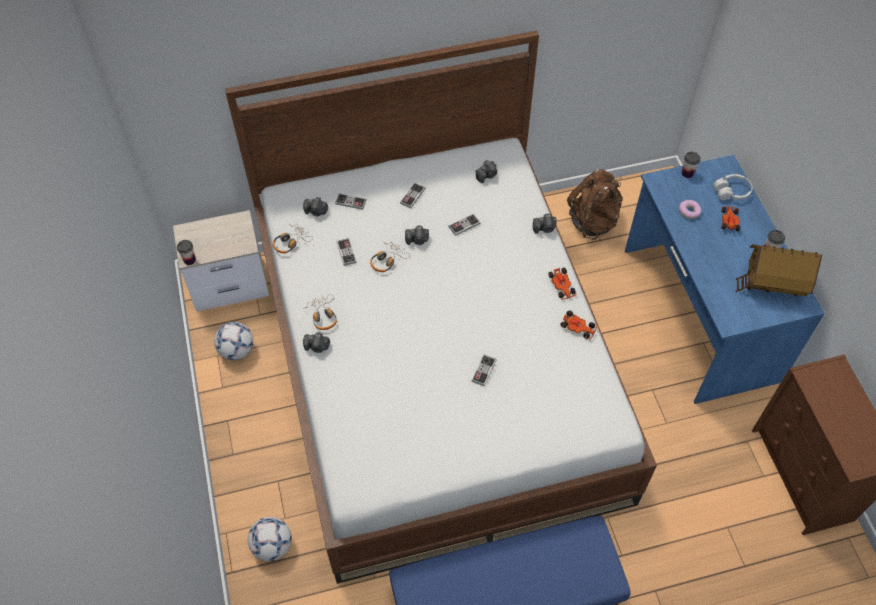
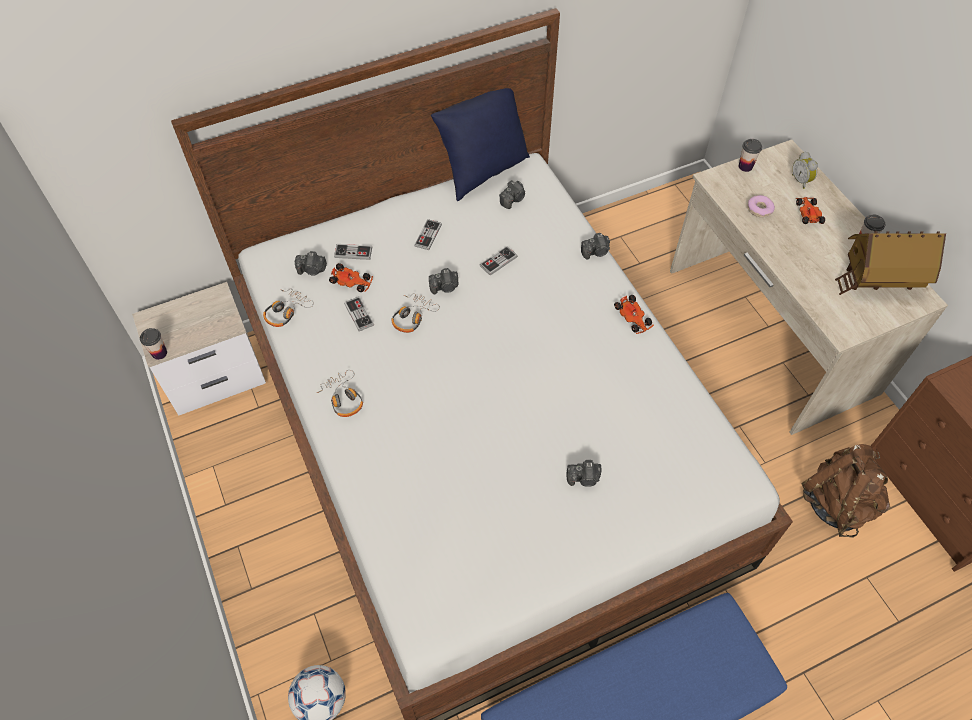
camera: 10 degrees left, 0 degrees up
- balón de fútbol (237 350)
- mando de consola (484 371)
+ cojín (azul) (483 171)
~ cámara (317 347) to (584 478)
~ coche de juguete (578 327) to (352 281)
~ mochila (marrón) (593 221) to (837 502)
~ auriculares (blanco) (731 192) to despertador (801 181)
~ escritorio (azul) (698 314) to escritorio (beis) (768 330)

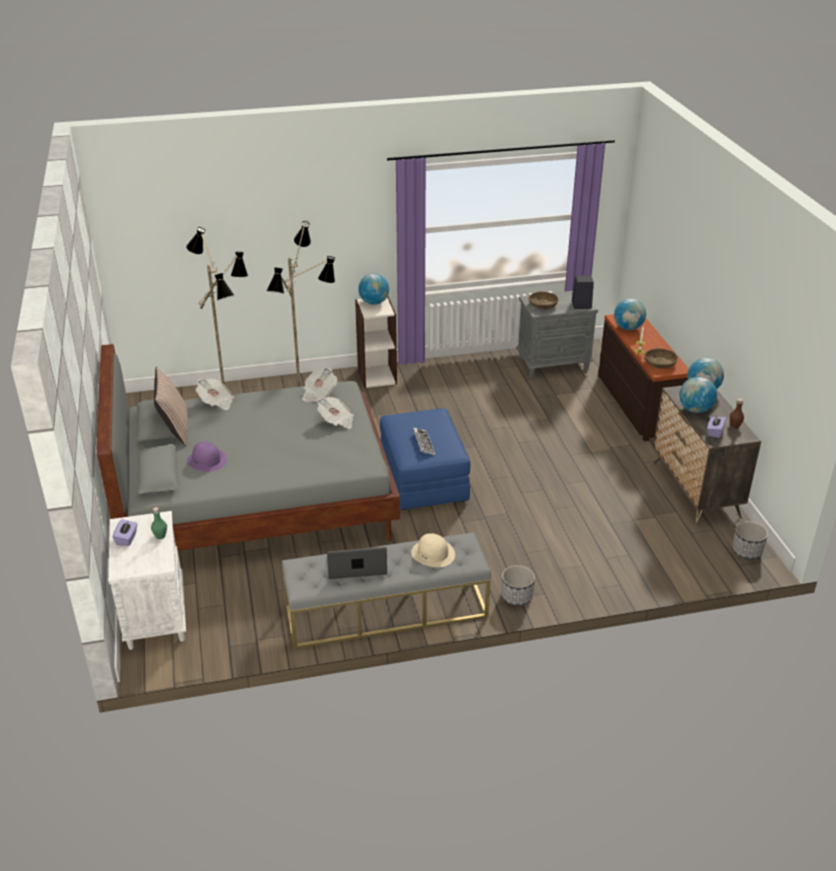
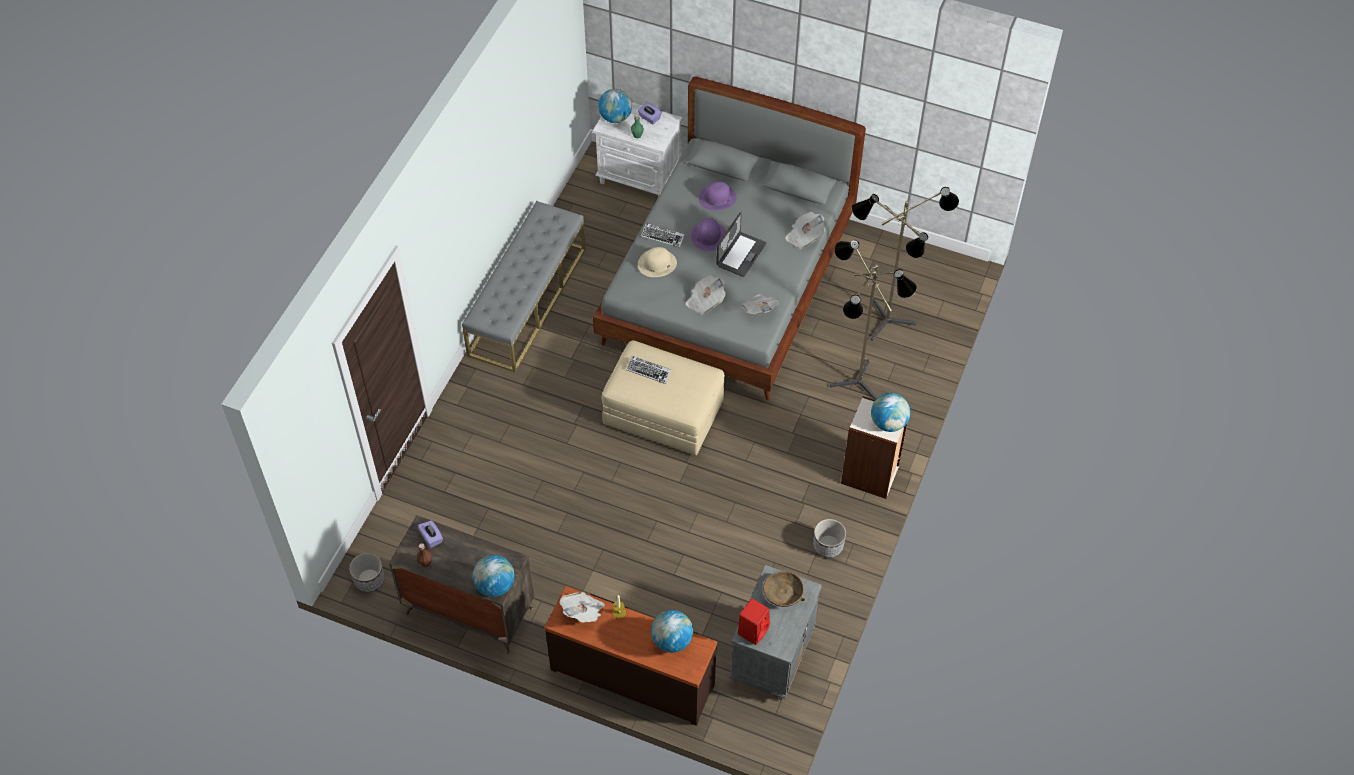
camera: 125 degrees right, 20 degrees up
- cojín (175 430)
+ teclado (662 237)
+ sombrero (morado) (708 236)
~ portátil (356 567) to (740 254)
~ sombrero (beis) (433 553) to (657 264)
~ maceta (516 596) to (828 546)
~ globo terráqueo (695 410) to (615 117)
~ cuenco (marrón) (660 363) to periódico (583 612)
~ puf (azul) (423 478) to puf (beis) (664 413)
~ altavoz (negro) (580 305) to altavoz (rojo) (753 630)

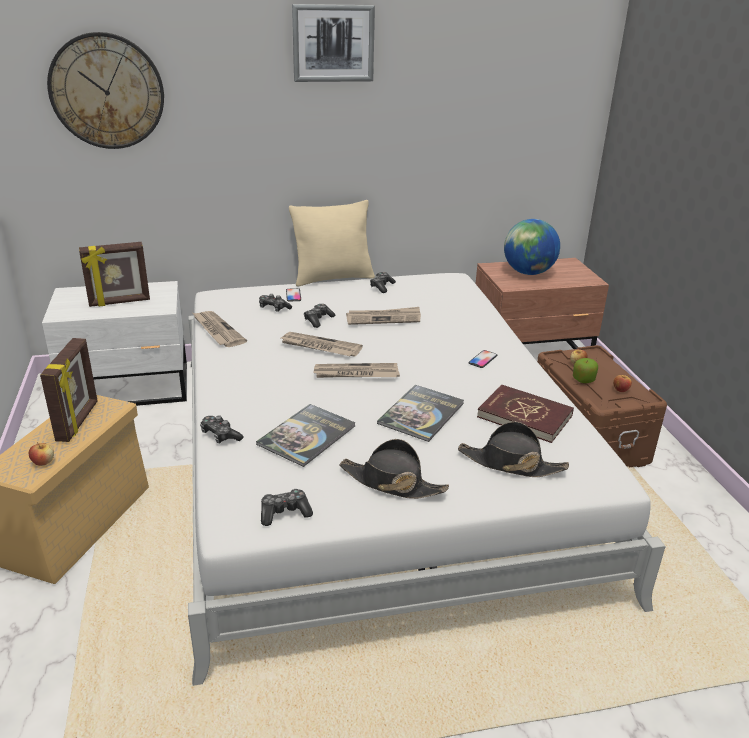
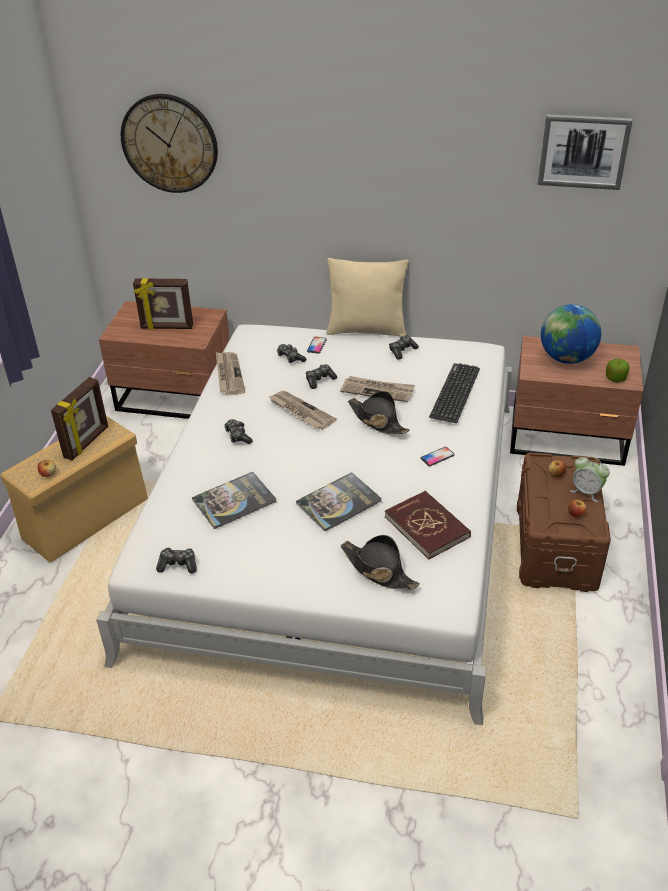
camera: 25 degrees right, 10 degrees up
- periódico (356 374)
+ teclado (455 393)
+ despertador (586 492)
~ mando de consola (220 435) to (238 436)
~ cuadro (333 43) to (583 151)
~ sombrero (negro) (391 483) to (377 420)
~ manzana (583 379) to (615 378)
~ mesita de noche (blanco) (130 388) to mesita de noche (marrón) (176 398)

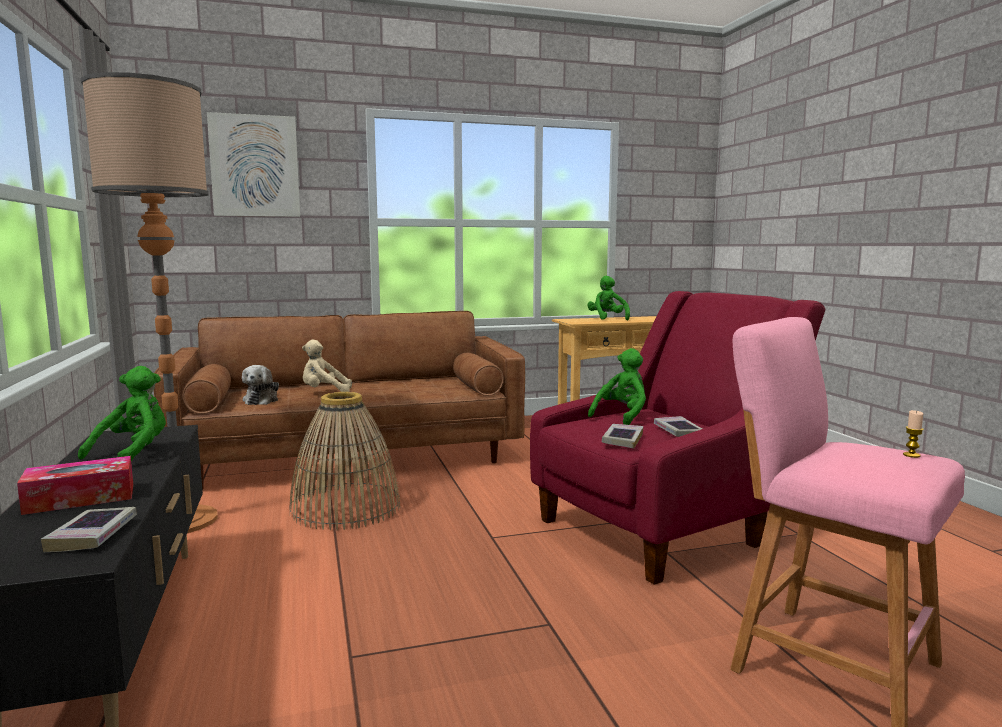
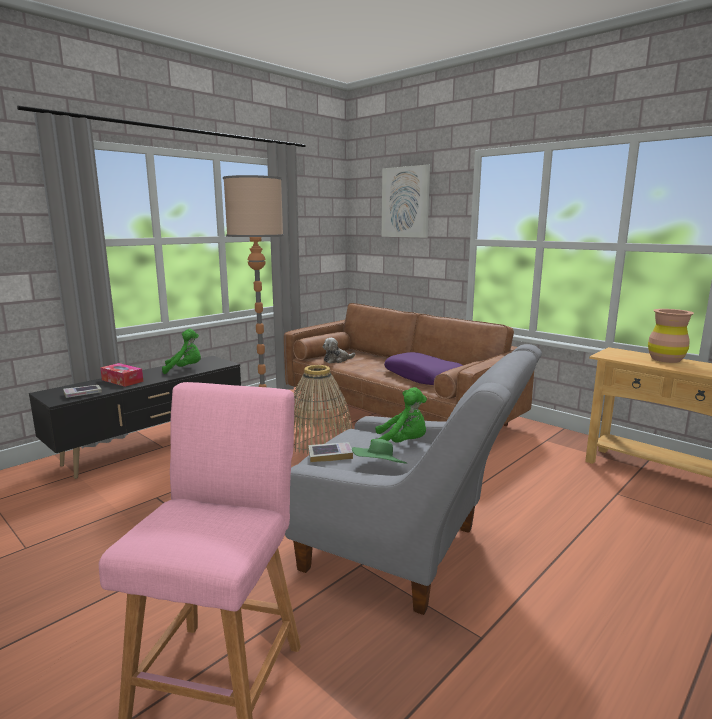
camera: 60 degrees right, 5 degrees up
- peluche (beis) (324 392)
- vela (911 455)
+ cojín (morado) (424 377)
~ peluche (verde) (607 318) to florero (marrón) (665 359)
~ libro (678 431) to sombrero (verde) (379 470)
~ sillón (rojo) (662 528) to sillón (gris) (406 553)

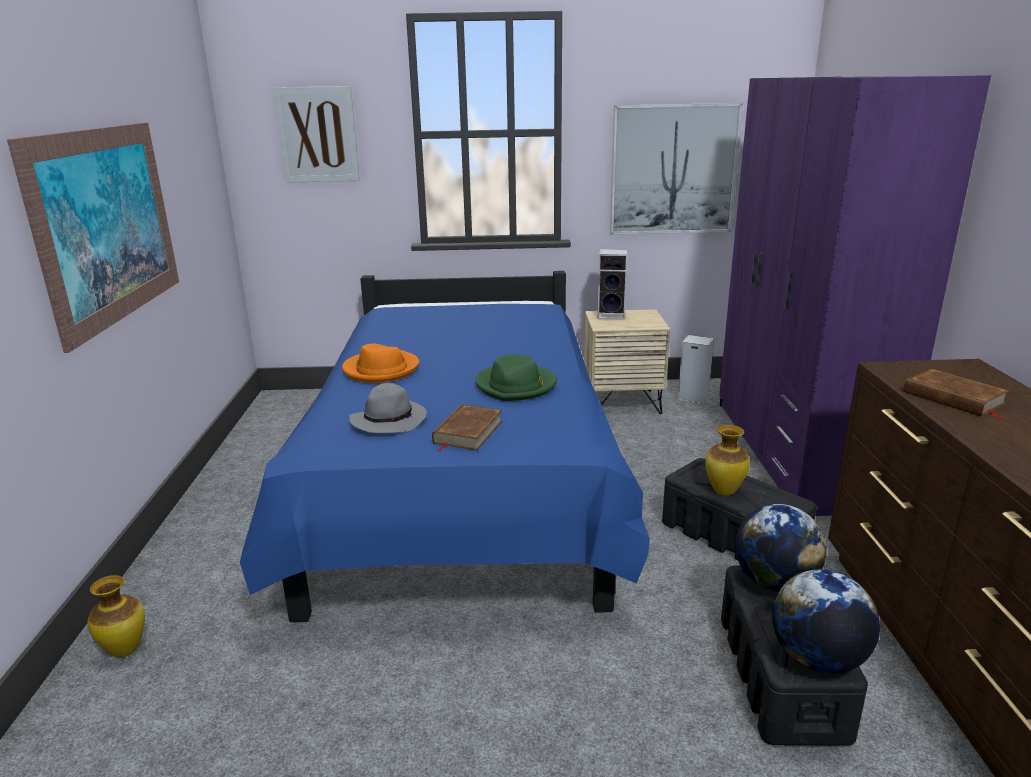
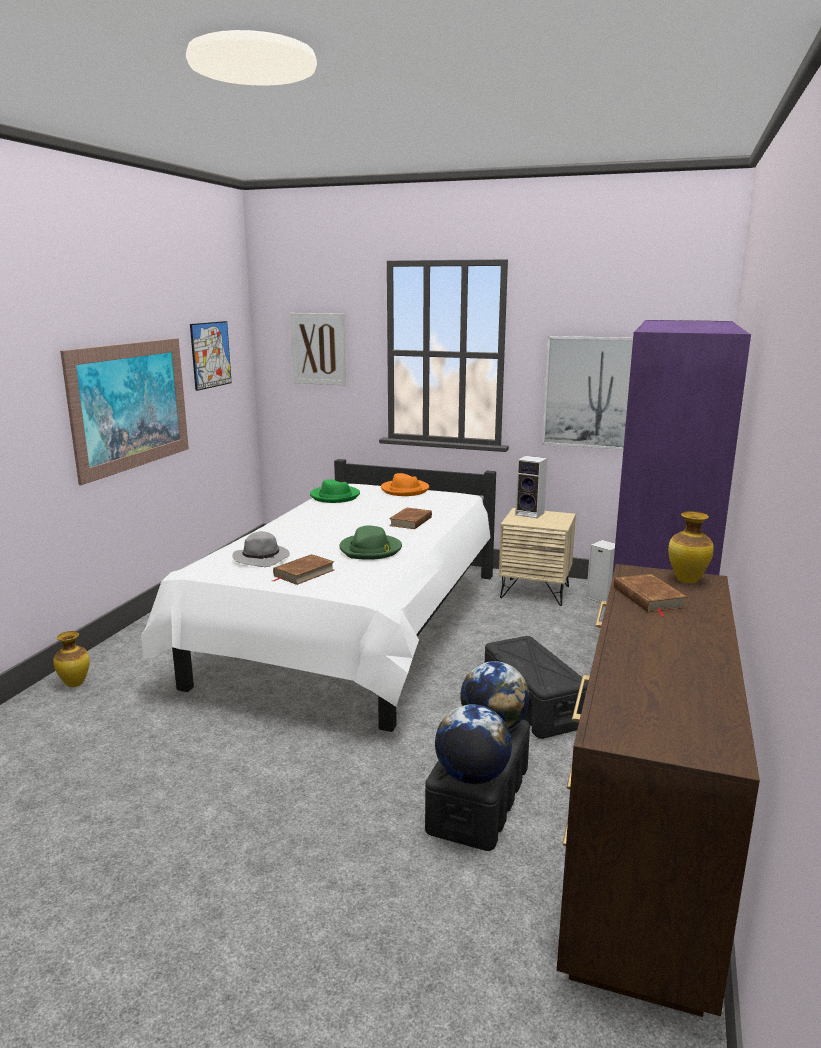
camera: 20 degrees right, 5 degrees down
+ cuadro (211 355)
+ sombrero (verde) (335 496)
+ libro (marrón) (411 521)
~ sombrero (naranja) (381 370) to (405 490)
~ florero (723 491) to (686 580)
~ cama (azul) (462 486) to cama (blanco) (354 630)

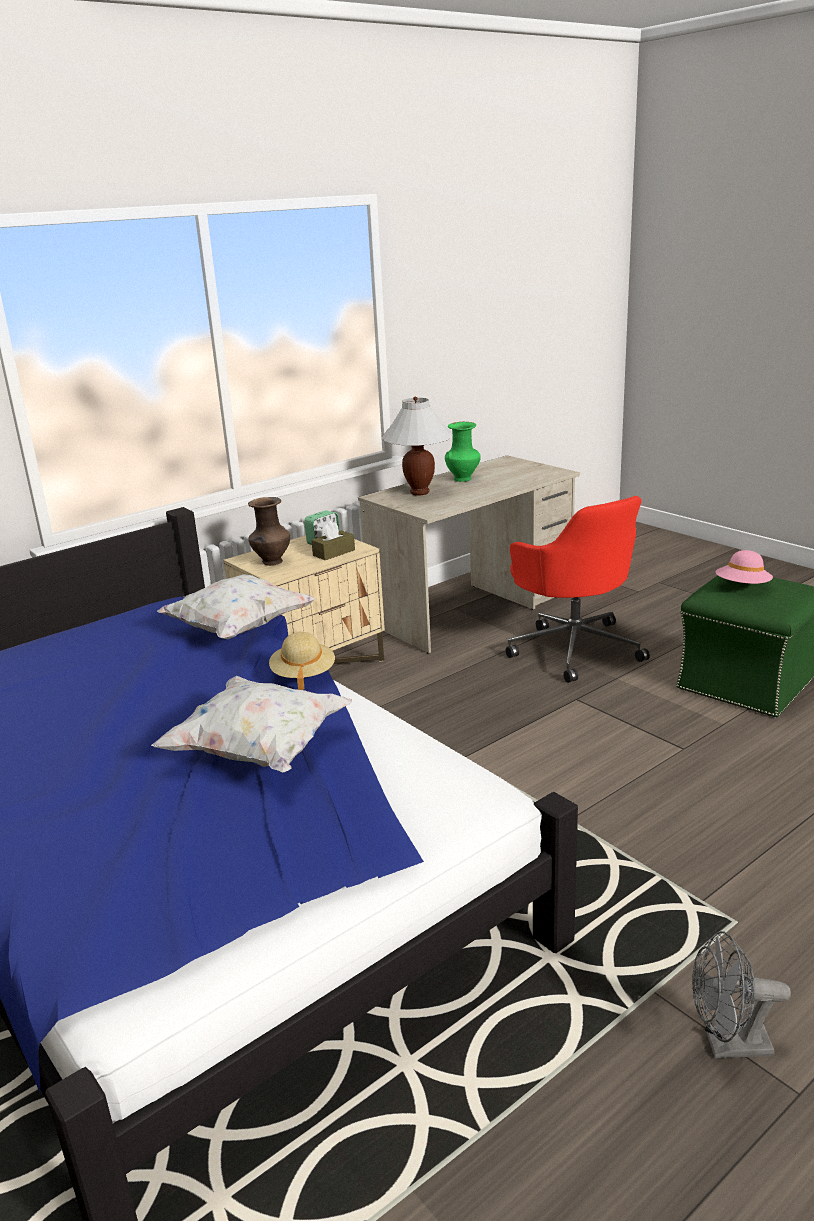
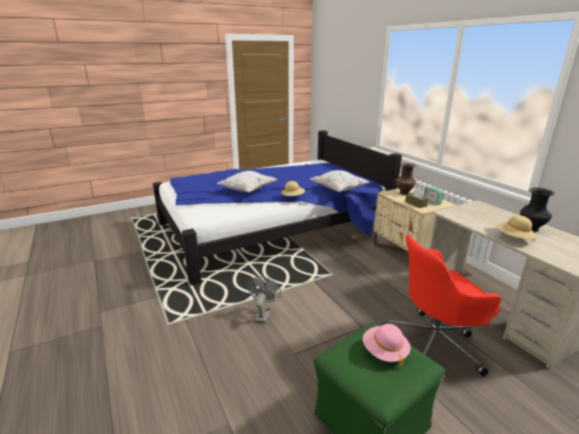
camera: 100 degrees right, 0 degrees up
- lámpara de mesa (blanco) (419 493)
+ sombrero (beis) (514 238)
~ ventilador (gris) (728 1045) to (263 314)
~ florero (verde) (463 479) to florero (negro) (531 229)

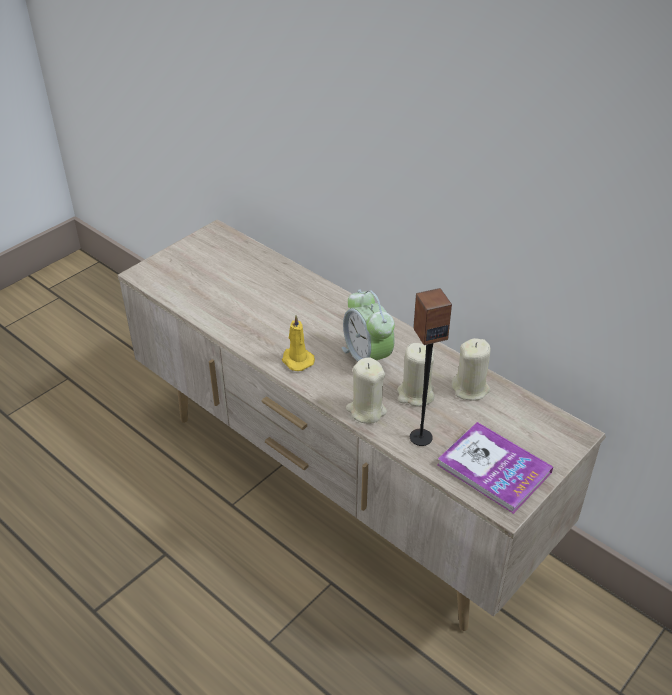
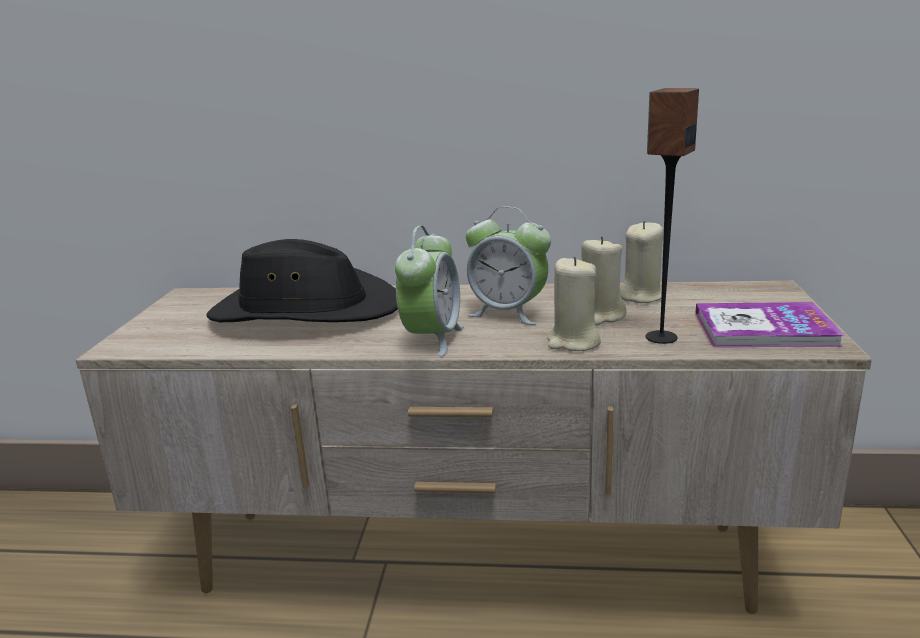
camera: 35 degrees left, 20 degrees down
+ sombrero (negro) (305 311)
~ vela (amarillo) (296 360) to despertador (432 339)

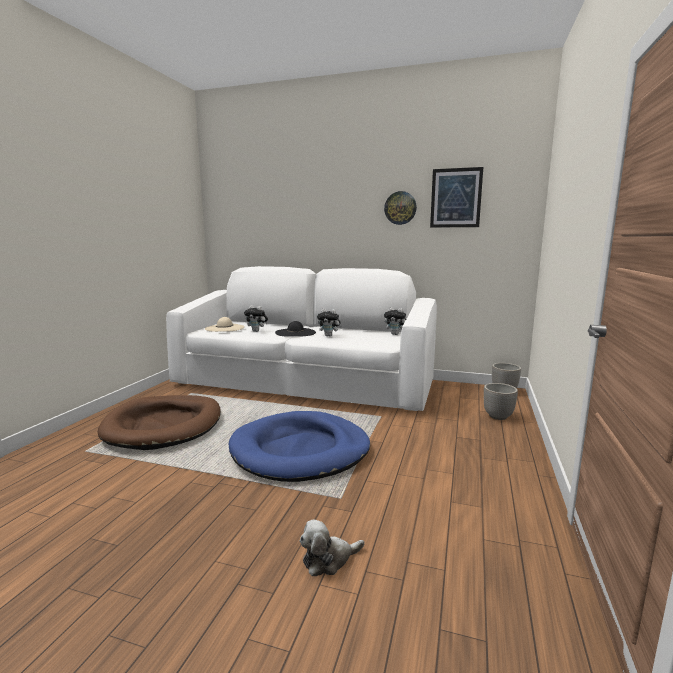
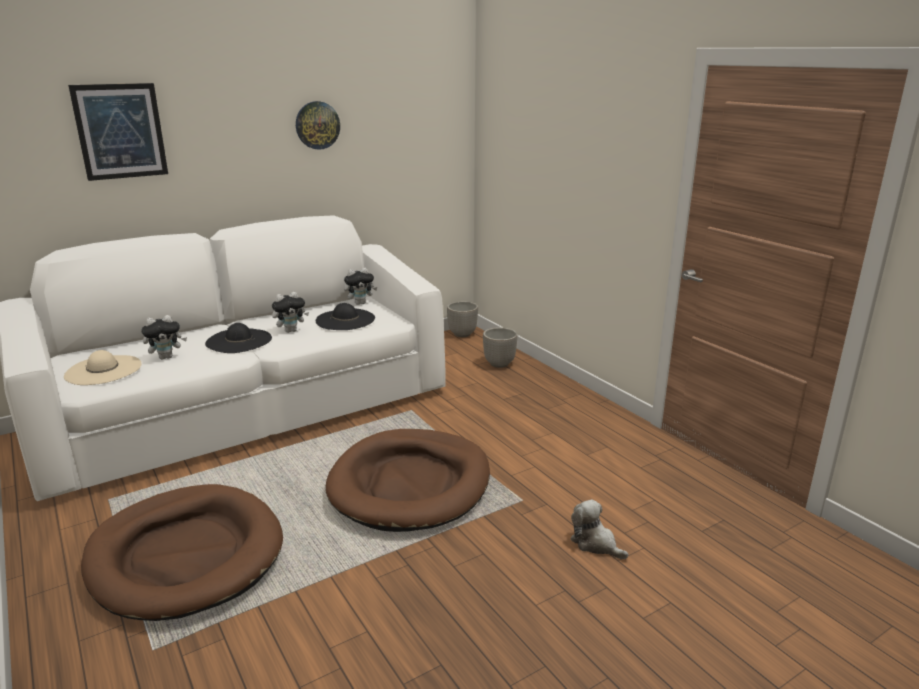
camera: 50 degrees left, 10 degrees up
+ sombrero (negro) (345 319)
~ cuadro (456 198) to (120 131)
~ cama para perro (azul) (300 450) to cama para perro (marrón) (410 484)
~ peluche (329 560) = (595 543) 120 degrees clockwise

